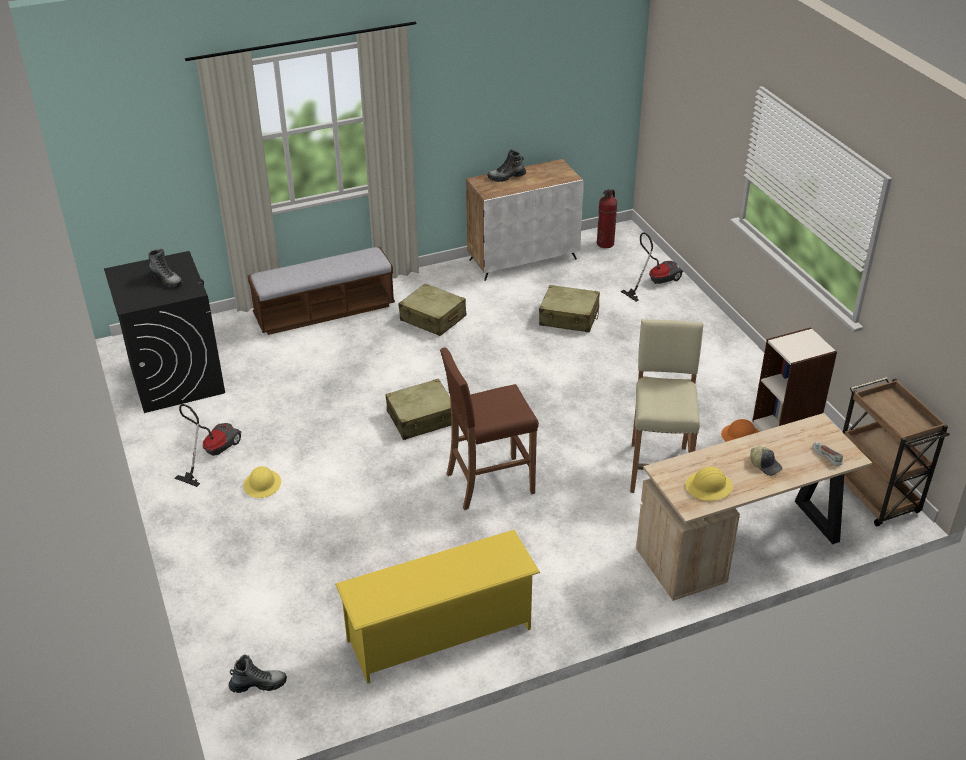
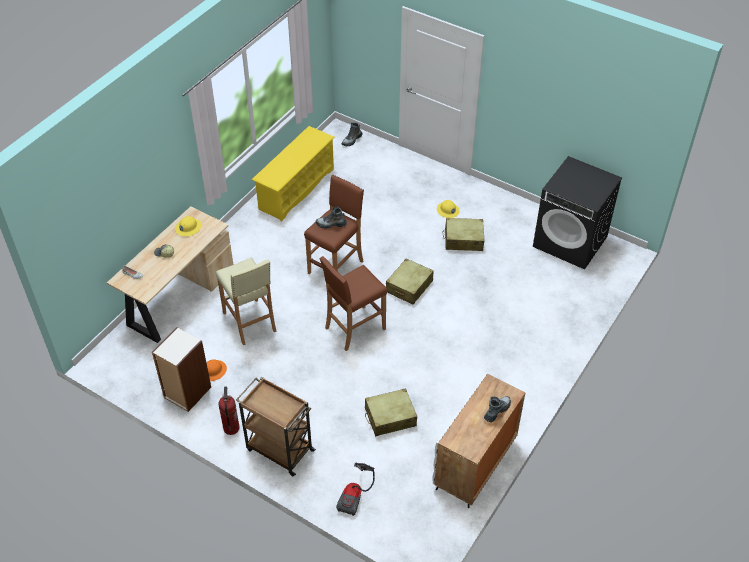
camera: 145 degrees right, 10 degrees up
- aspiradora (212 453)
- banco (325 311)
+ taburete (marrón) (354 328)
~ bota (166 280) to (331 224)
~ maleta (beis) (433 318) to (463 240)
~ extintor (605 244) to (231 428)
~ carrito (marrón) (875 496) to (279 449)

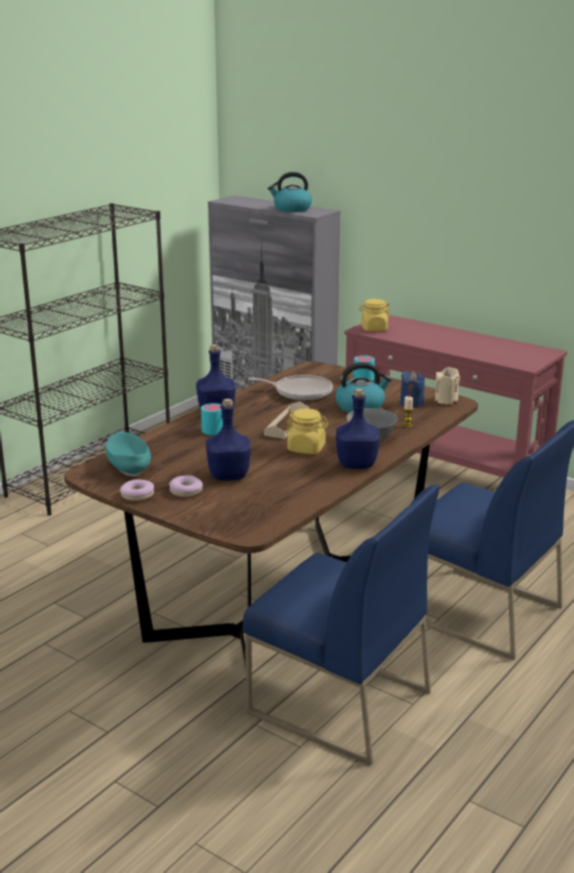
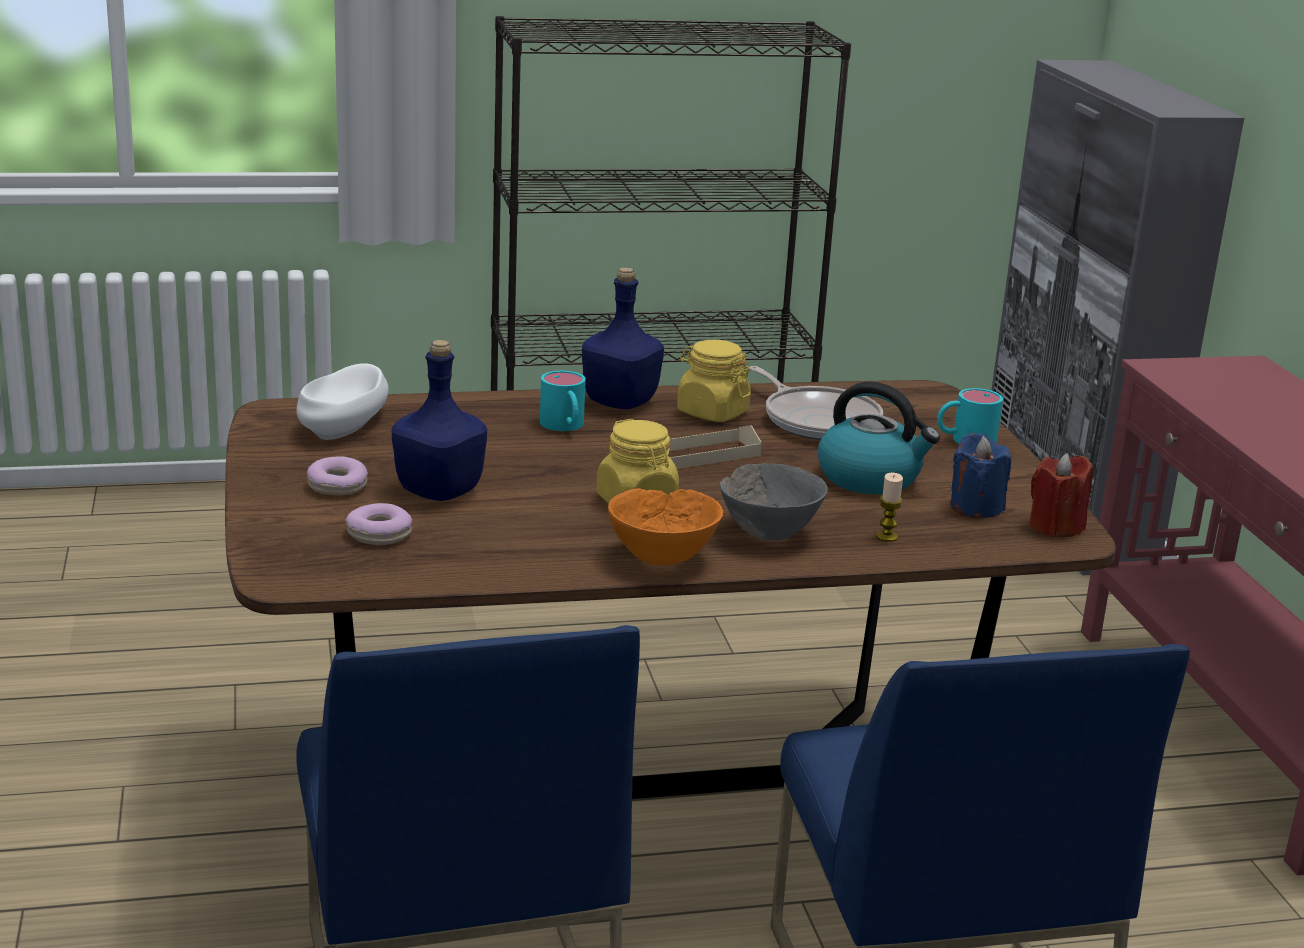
camera: 40 degrees right, 0 degrees up
- hervidor (291 209)
~ rosquilla (137 495) to (379 534)
~ tarro (amarillo) (374 329) to (712 412)
~ botella (azul) (357 464) to cuenco (naranja) (663 558)
~ cuenco (turquesa) (129 466) to cuenco (blanco) (343 424)
~ vela (beis) (446 400) to vela (rojo) (1056 527)

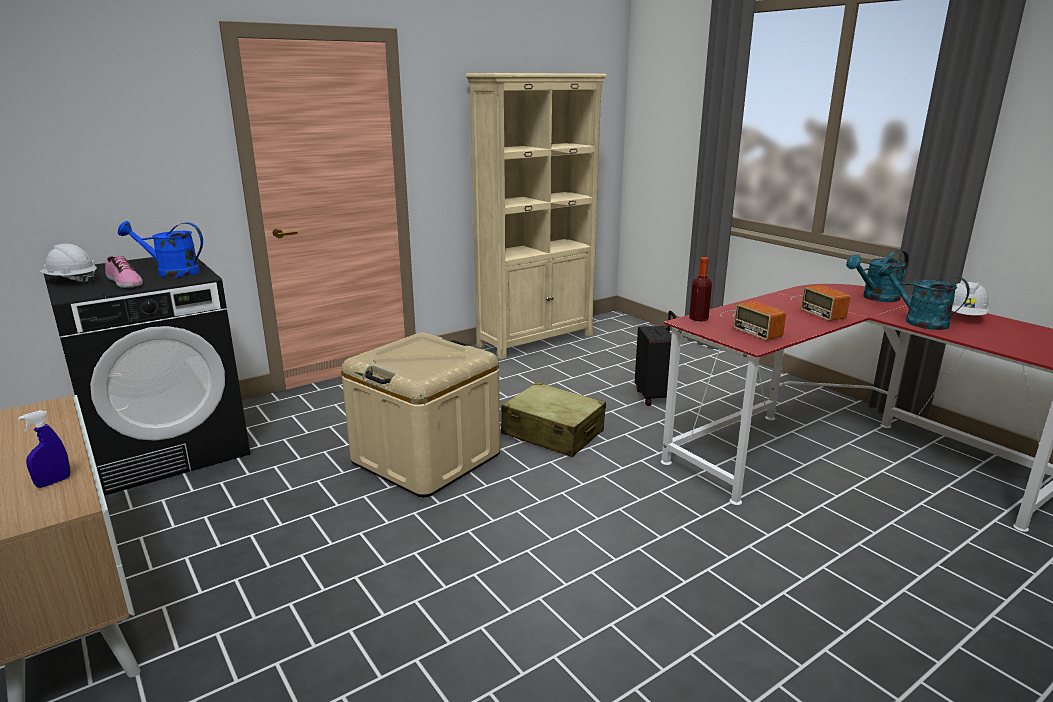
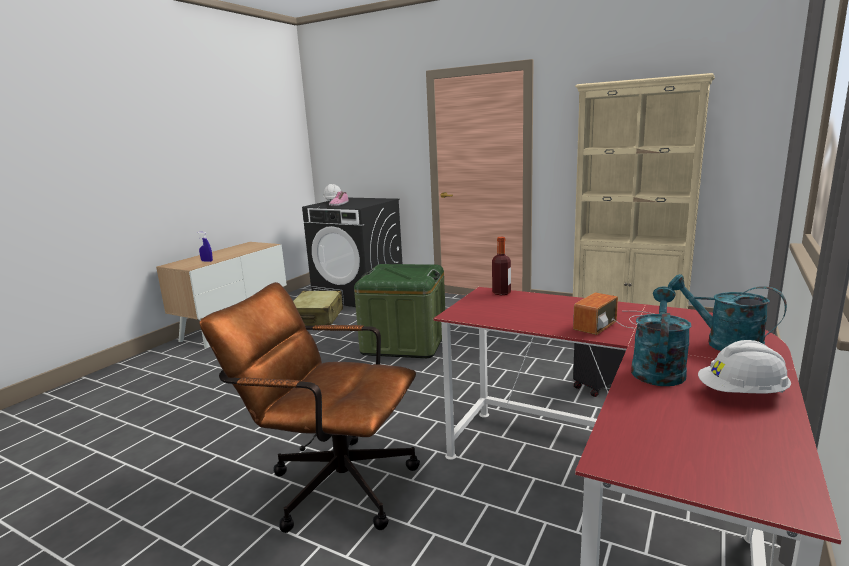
camera: 65 degrees right, 5 degrees down
- regadera (azul) (171 272)
- radio (751 324)
+ silla de oficina (marrón) (331 483)
~ maleta (beis) (552 433) to (317 318)
~ caja de almacenaje (beis) (426 458) to caja de almacenaje (verde) (404 342)

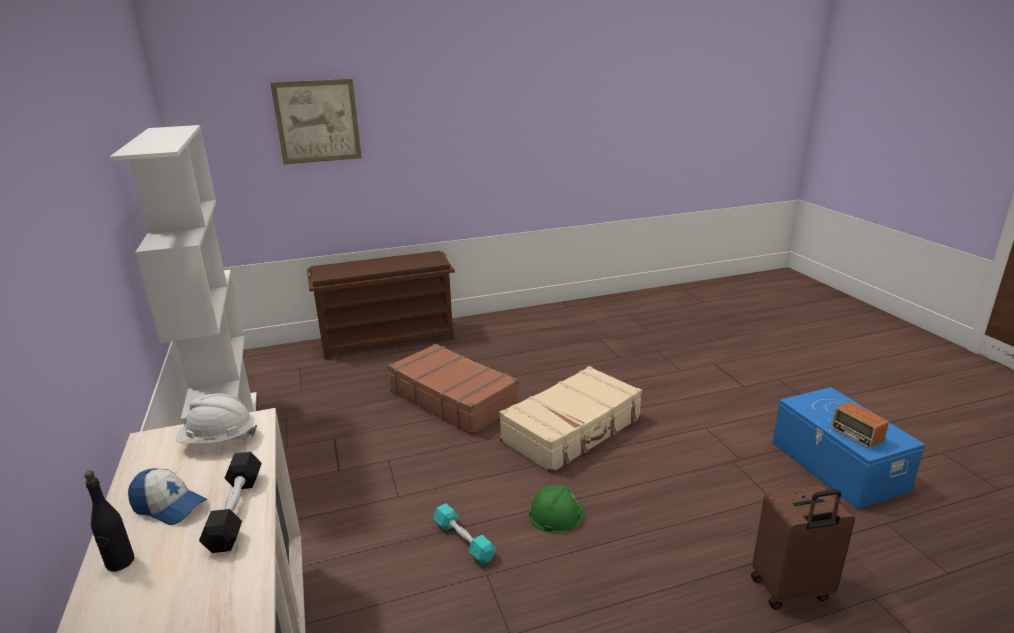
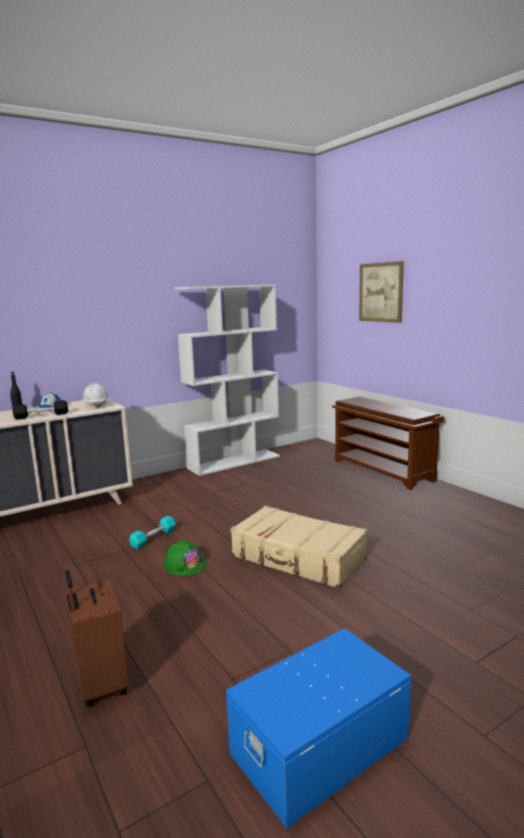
camera: 75 degrees right, 10 degrees down
- maleta (marrón) (453 399)
- radio (846 420)

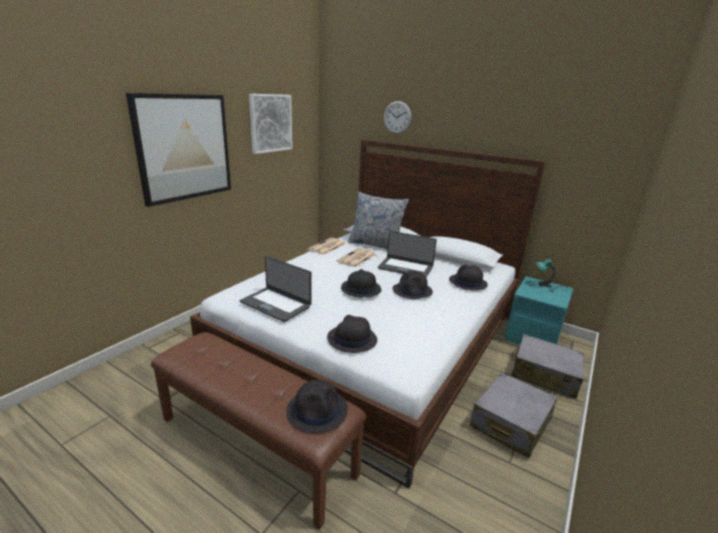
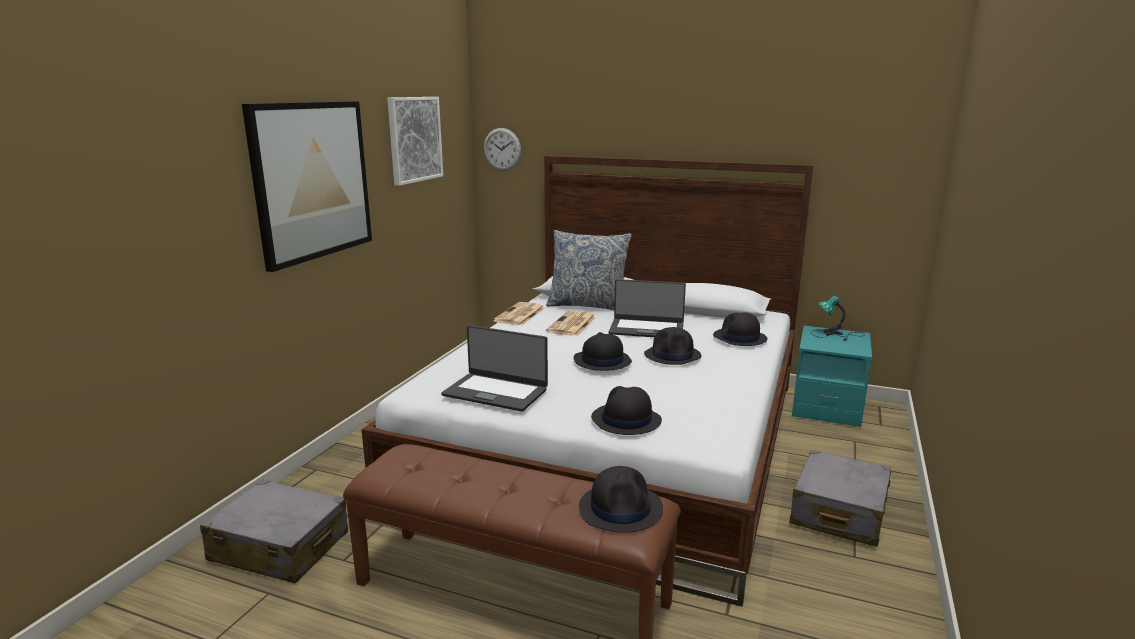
camera: 10 degrees left, 5 degrees down
~ reloj de pared (397 117) to (502 149)
~ maleta (gris) (544 374) to (280 547)

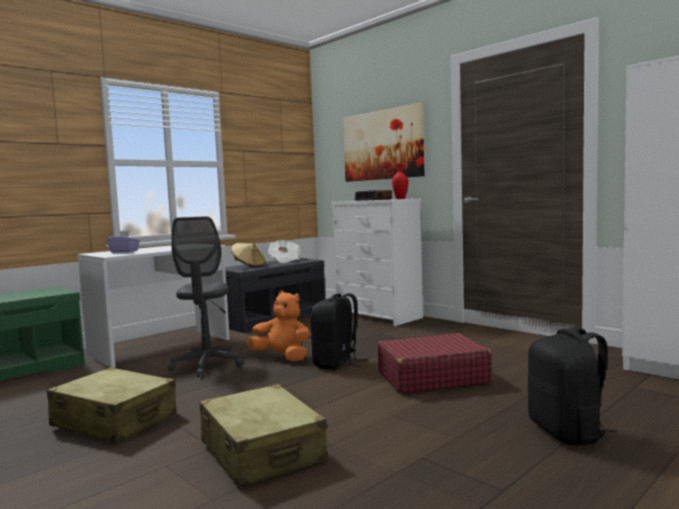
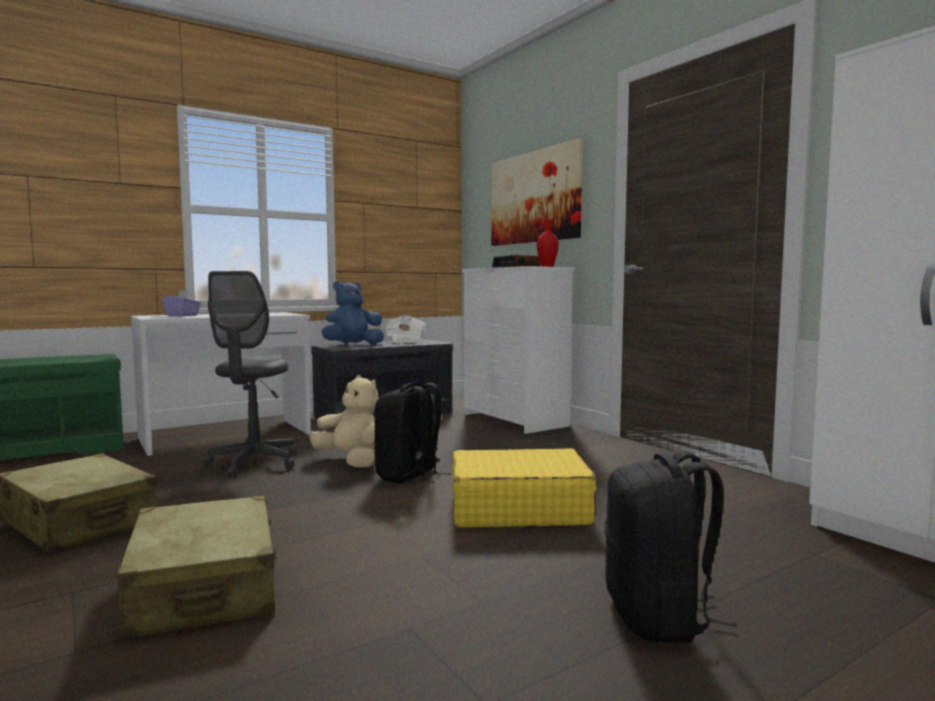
camera: 10 degrees right, 0 degrees up
~ sombrero (beis) (248 266) to peluche (azul) (352 345)
~ peluche (naranja) (282 357) to peluche (beis) (351 461)
~ maleta (rojo) (431 378) to maleta (amarillo) (517 508)

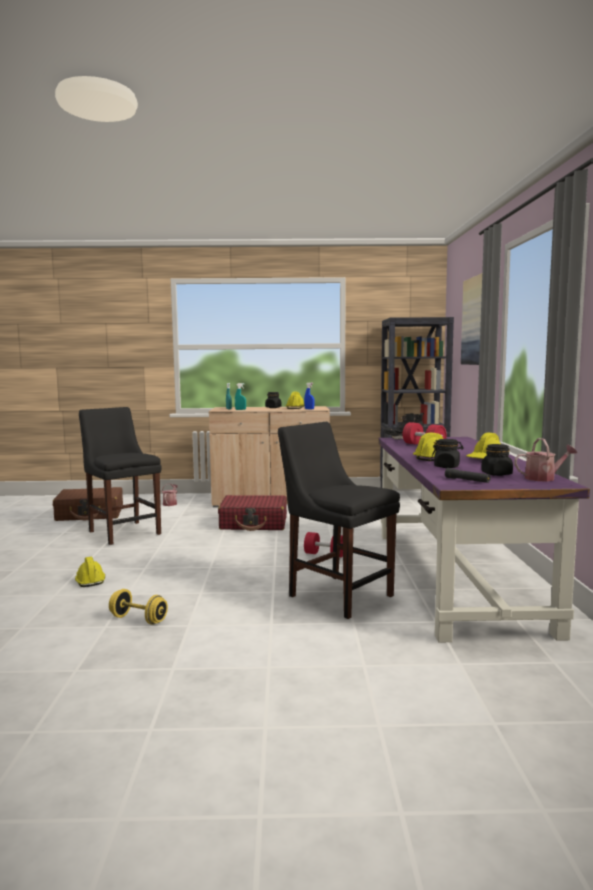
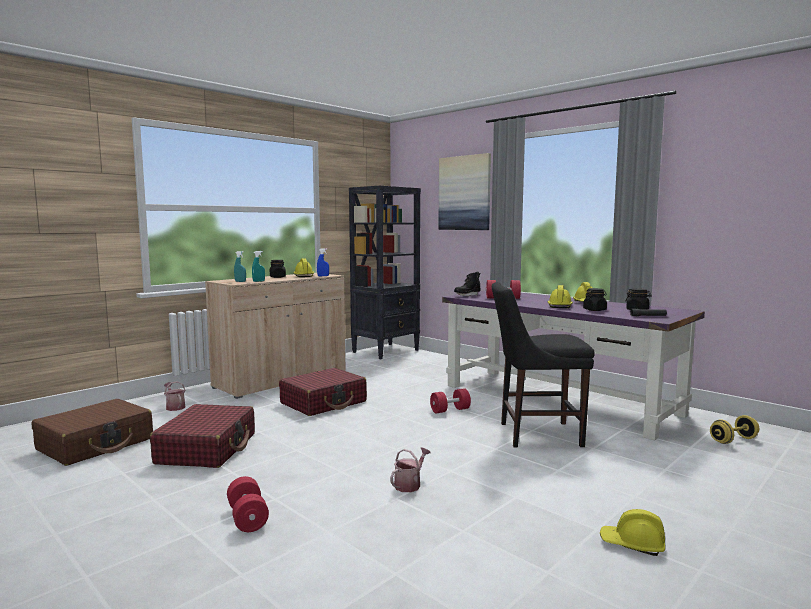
camera: 45 degrees left, 0 degrees up
+ mancuerna (rojo) (247 518)
~ casco (amarillo) (89 580) to (632 544)
~ mancuerna (amarillo) (138 619) to (733 440)
~ regadera (543 478) to (409 484)
~ silla (negro) (123 532) to maleta (rojo) (207 448)

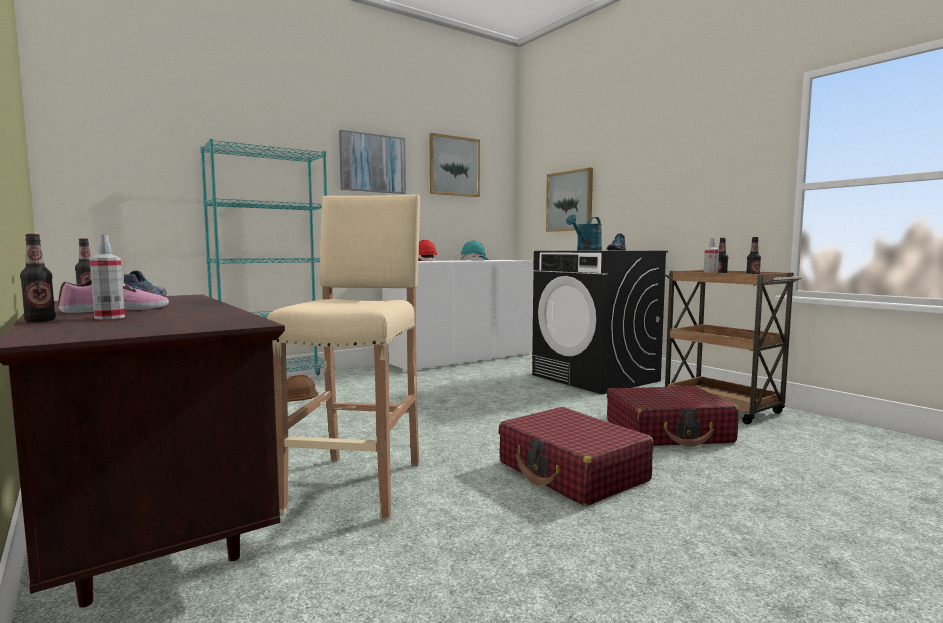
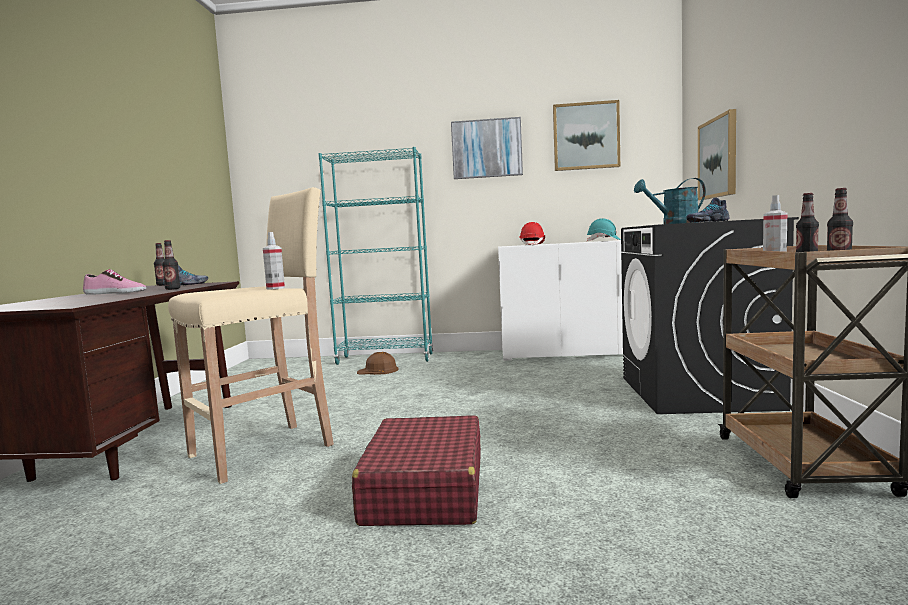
camera: 40 degrees right, 0 degrees up
- maleta (rojo) (668 432)
~ botella (40 321) to (172 289)
~ pulverizador (109 317) to (275 288)

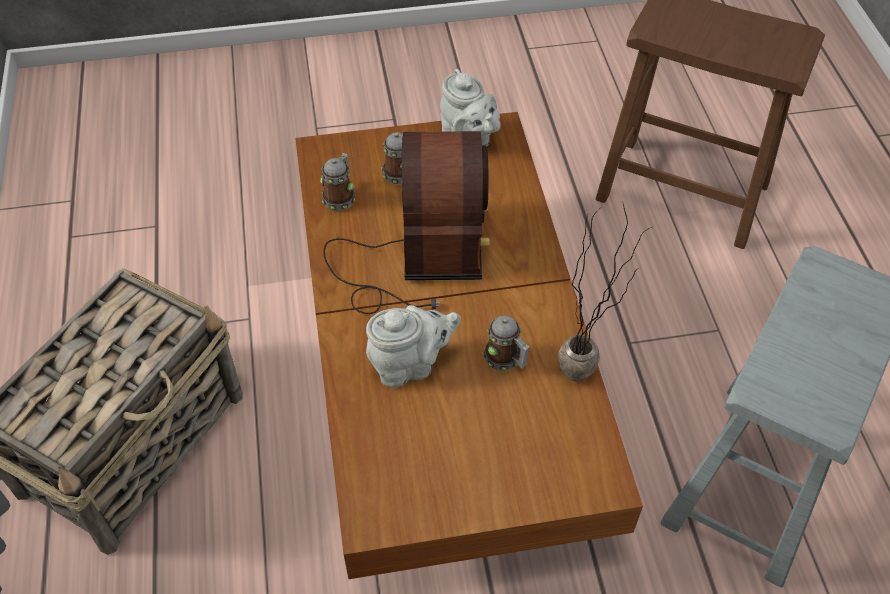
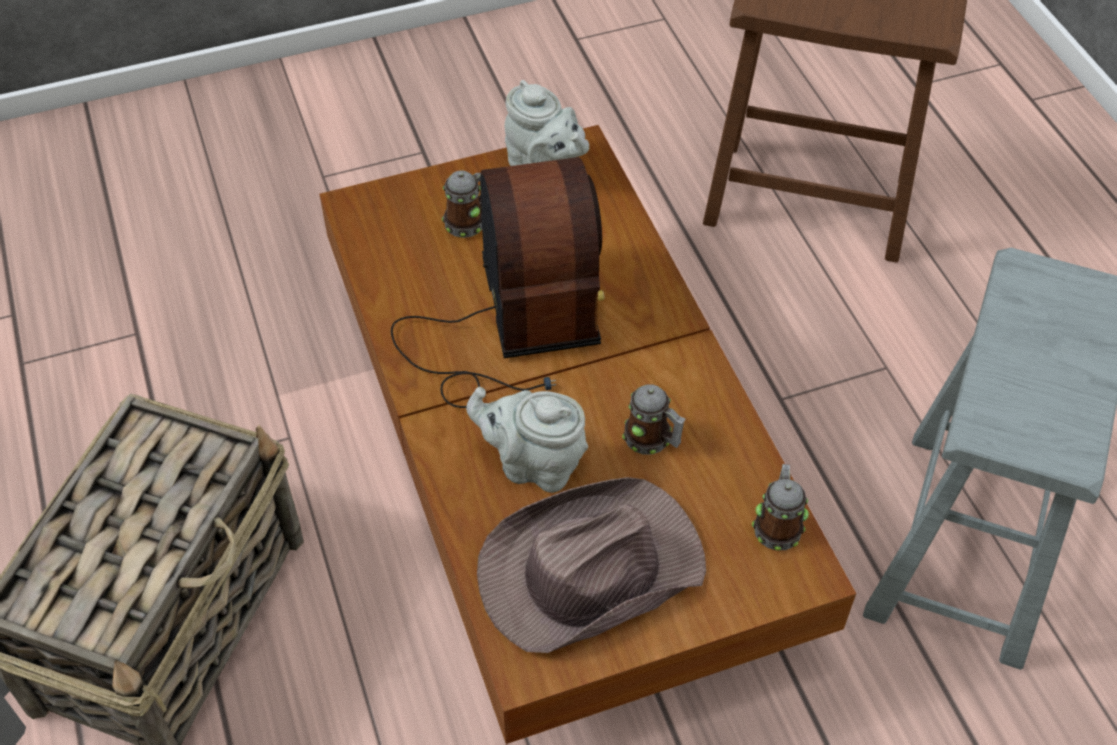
camera: 10 degrees left, 0 degrees up
- planta en maceta (588 376)
+ sombrero (marrón) (588 570)
~ taza grande (340 196) to (777 524)
~ tetera (gris) (410 365) = (534 464) 135 degrees counterclockwise

